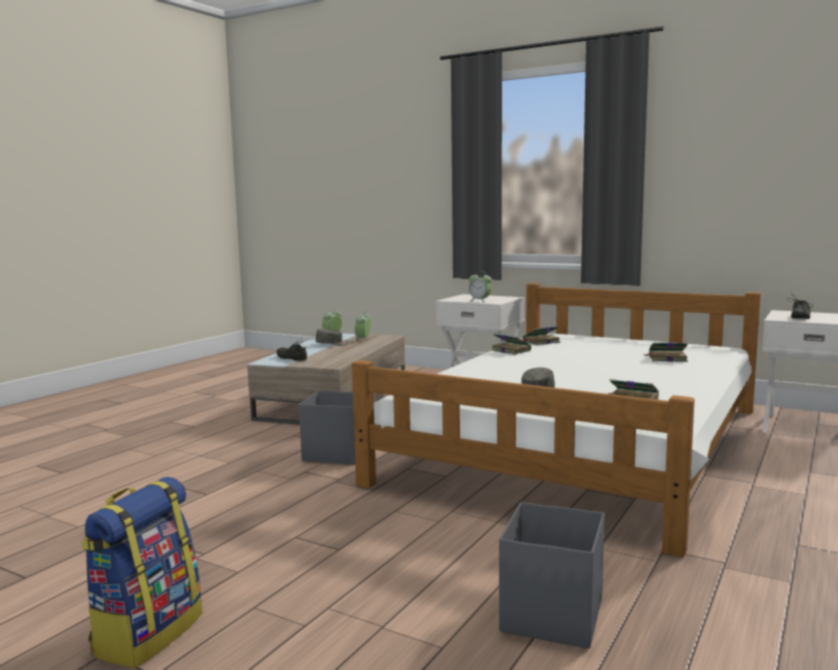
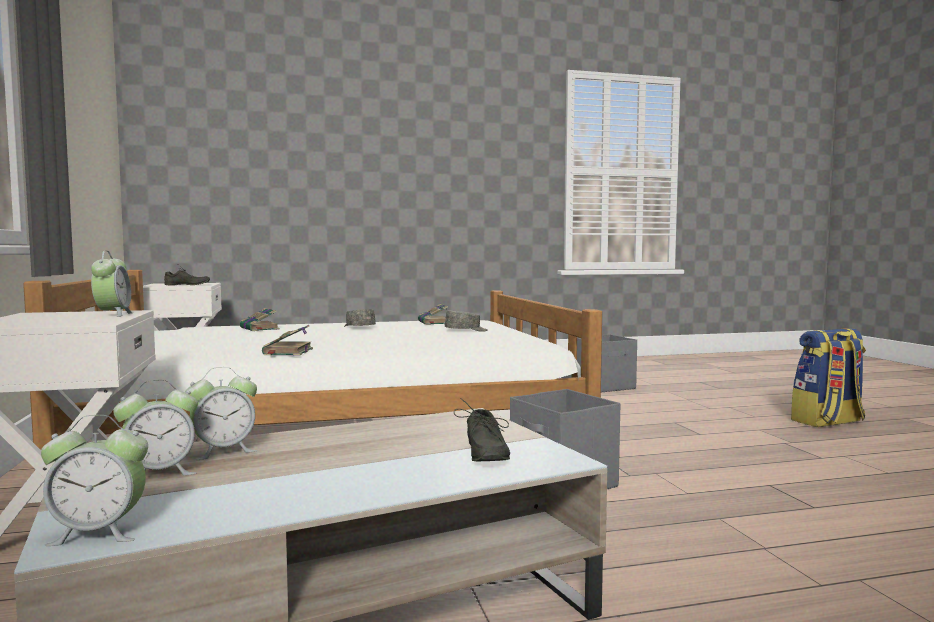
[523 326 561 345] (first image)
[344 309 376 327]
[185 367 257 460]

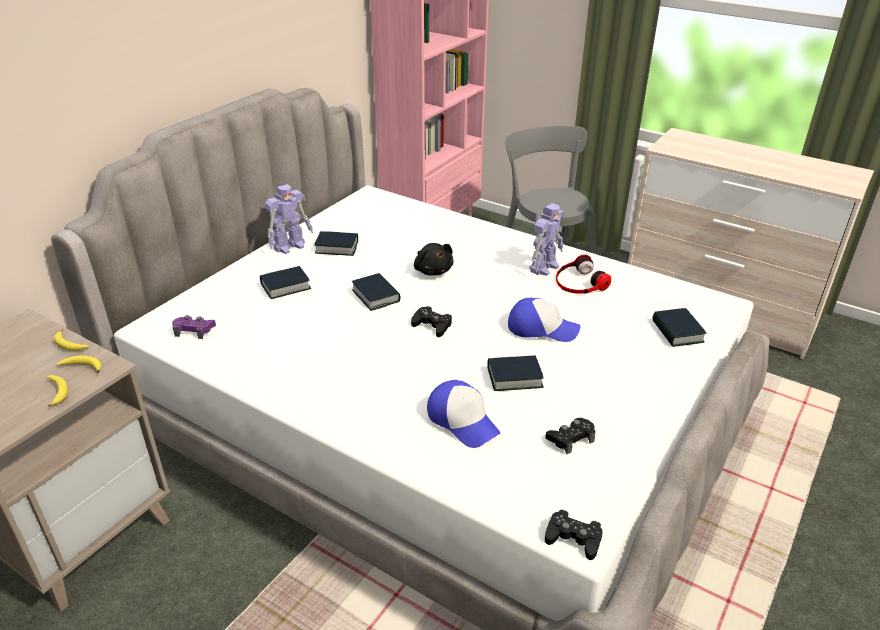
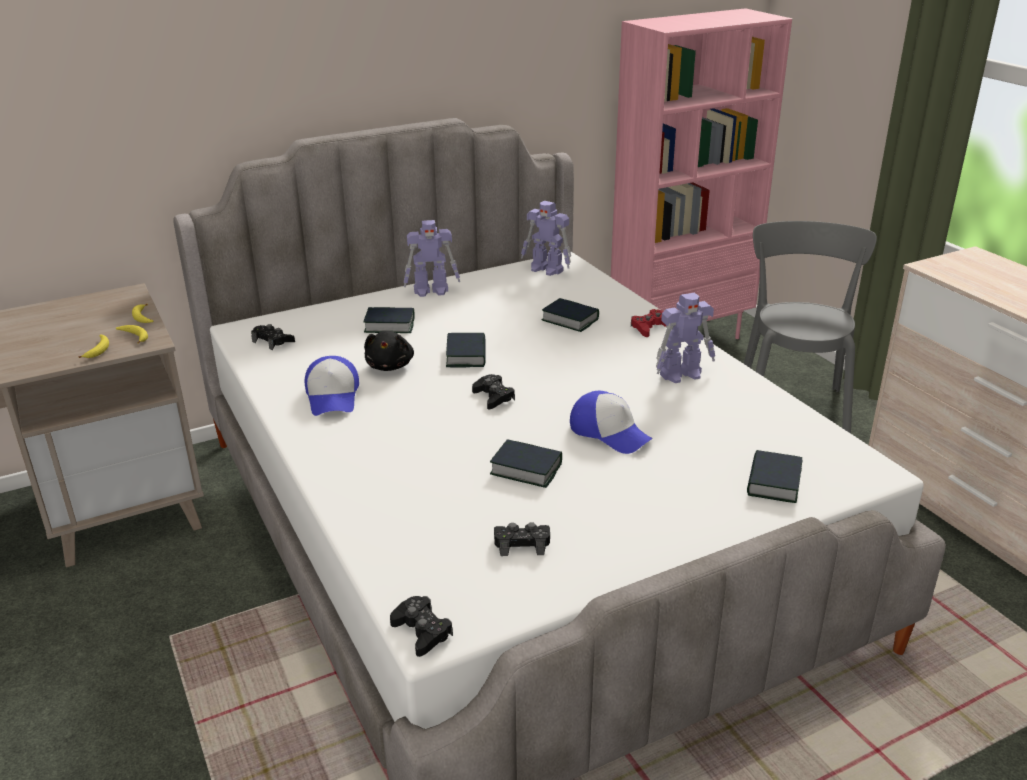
[542 298 599 332]
[364 331 414 371]
[556 254 611 294] (first image)
[251 324 295 350]
[305 356 359 416]
[521 201 571 276]
[631 309 666 337]

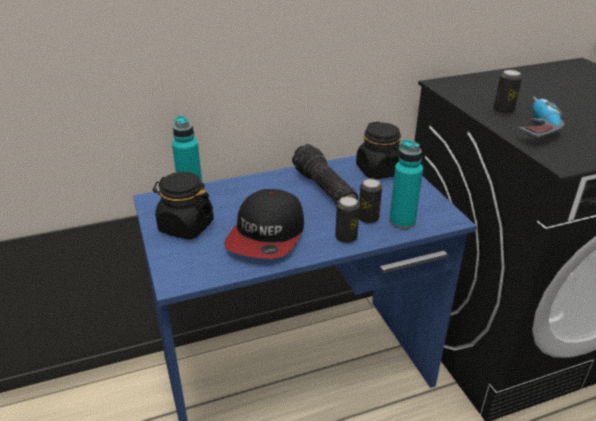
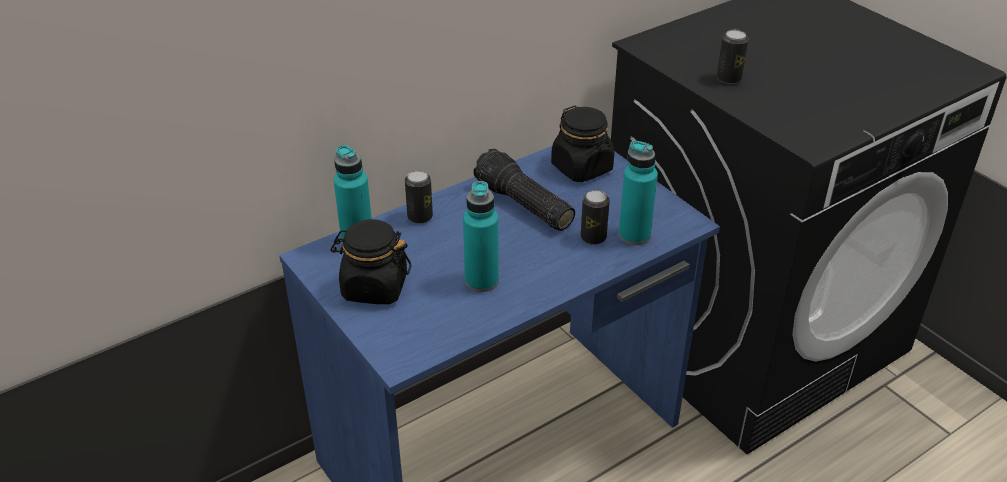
[518 96 564 138] (first image)
[463 181 499 292]
[405 170 433 224]

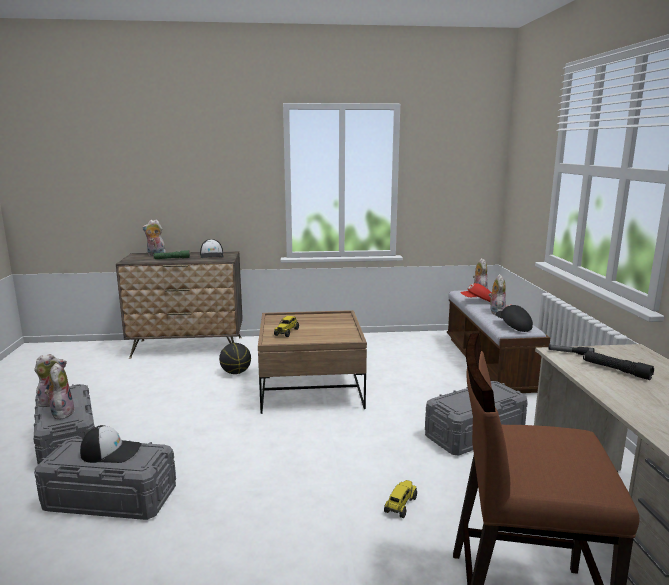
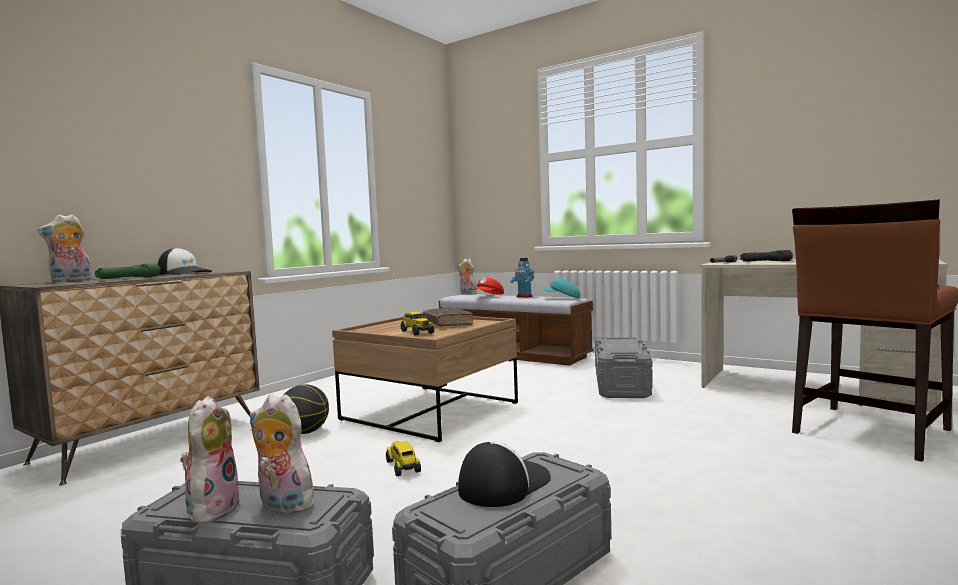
[510 258 534 298]
[542 278 580 298]
[386 441 421 476]
[422 307 473 327]

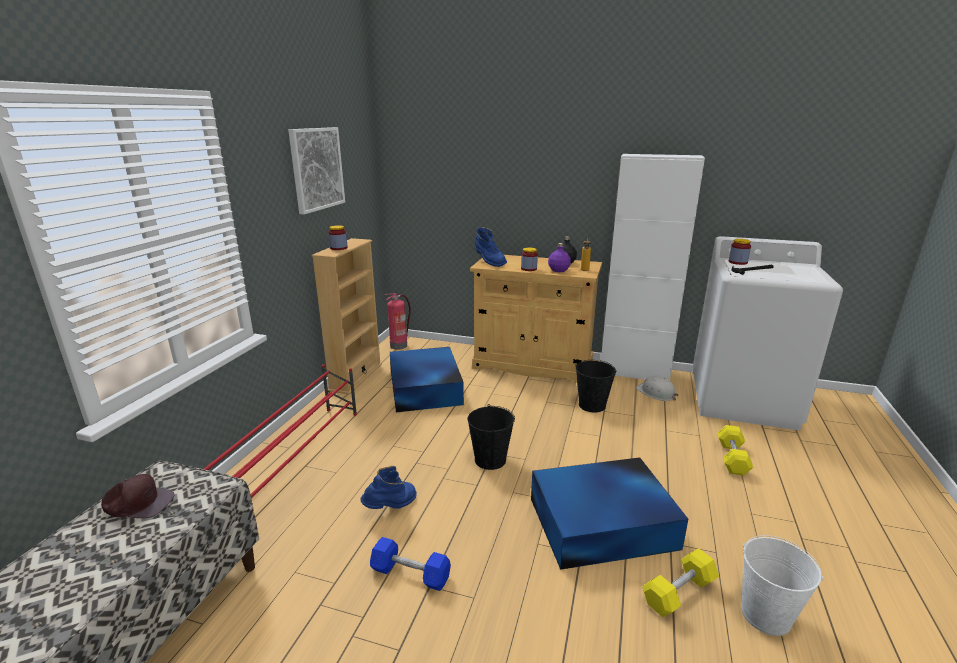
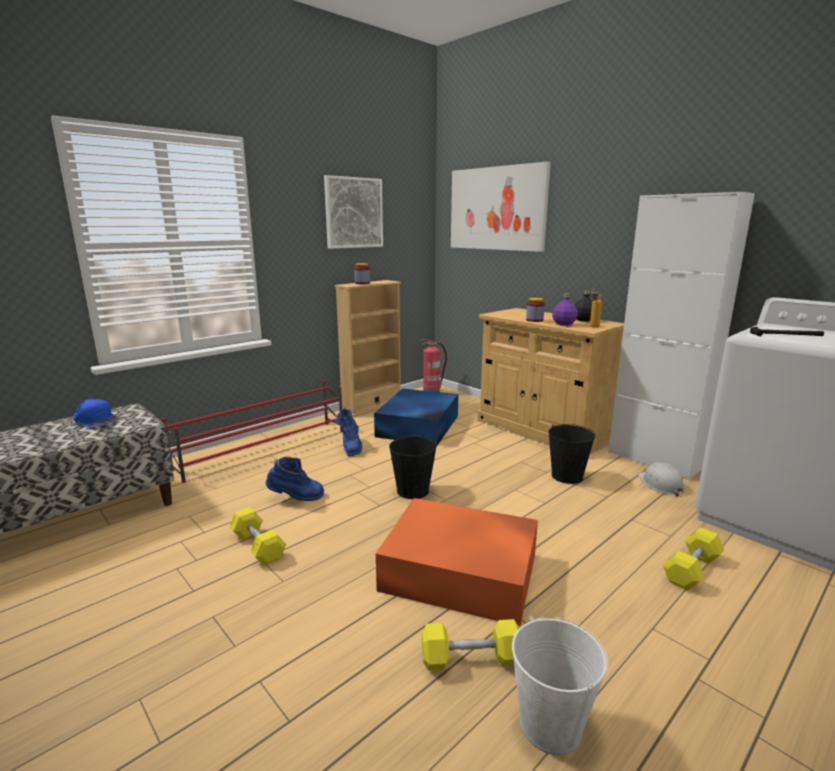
[335 408 362 456]
[729 239 751 265] (first image)
[376 498 538 626]
[73 399 119 428]
[229 507 286 566]
[451 161 551 252]

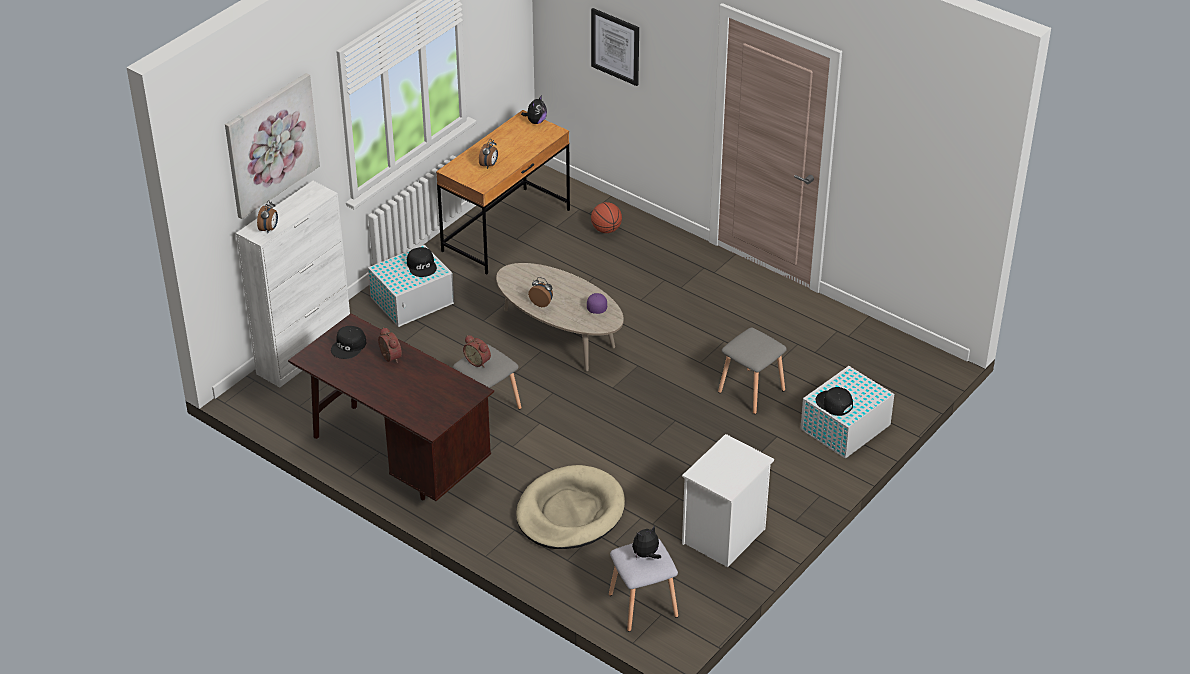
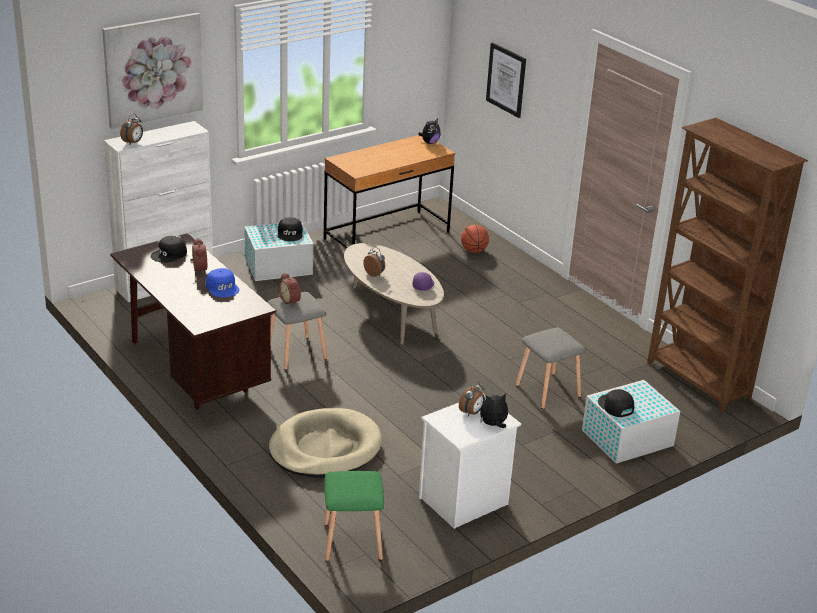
[459 381 485 416]
[480 393 508 428]
[324 471 384 562]
[647 118 808 413]
[206 268 239 297]

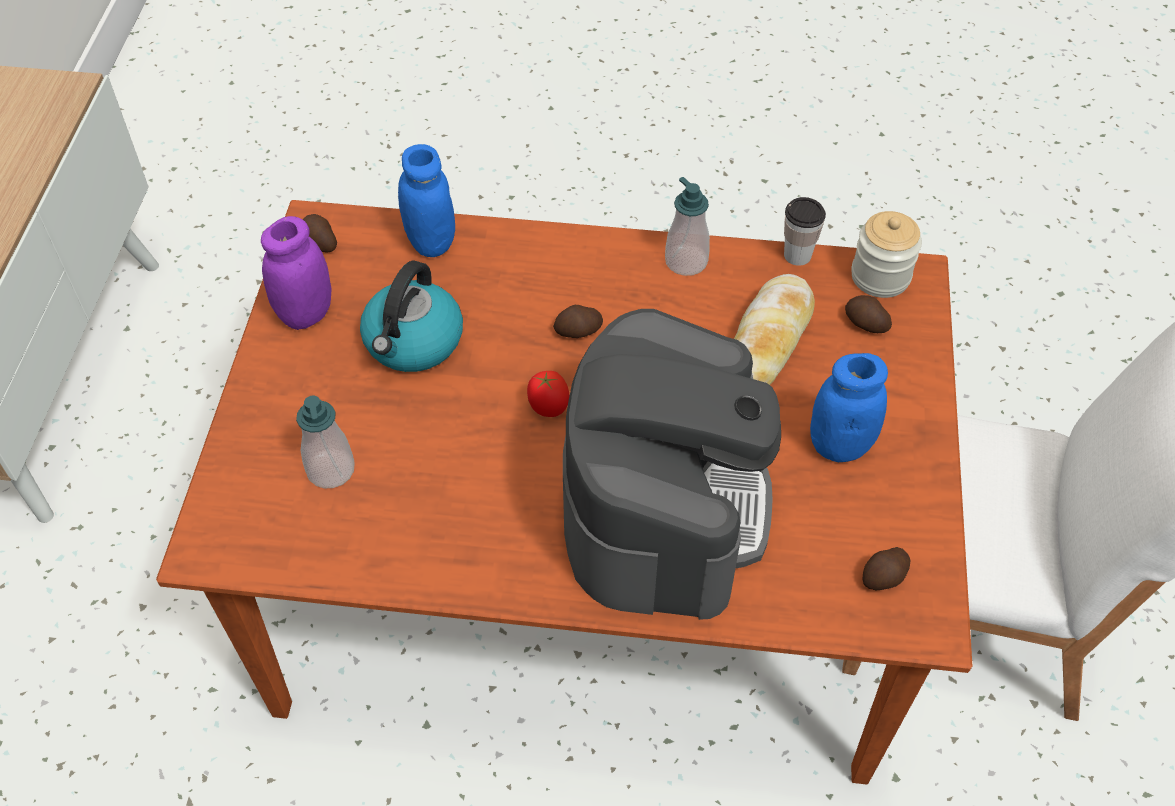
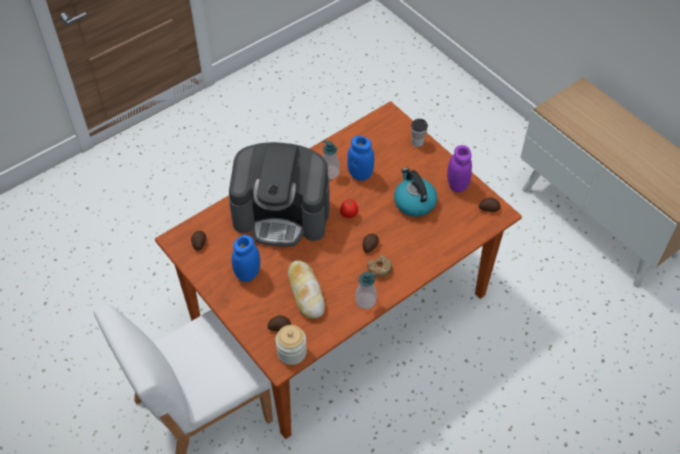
[347 136 374 181]
[411 119 428 147]
[229 142 330 247]
[323 140 340 179]
[367 255 393 278]

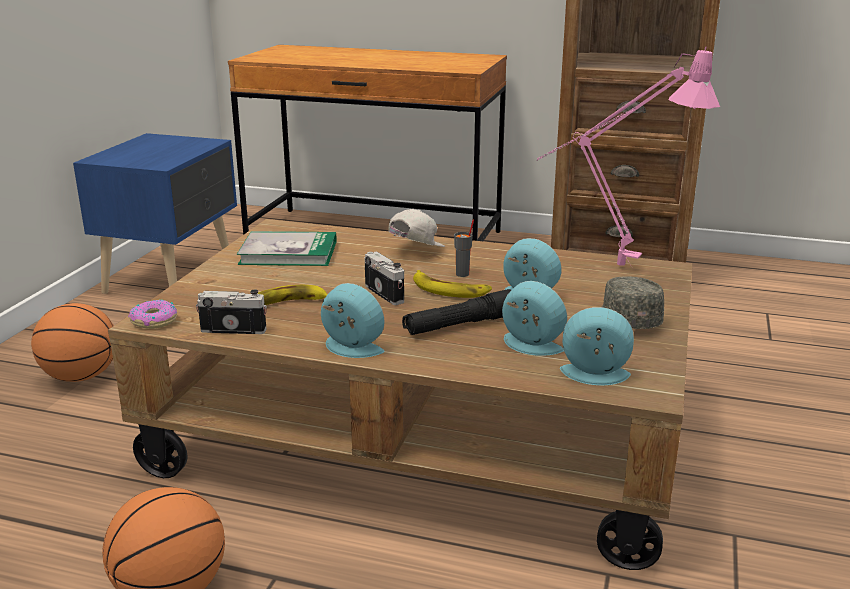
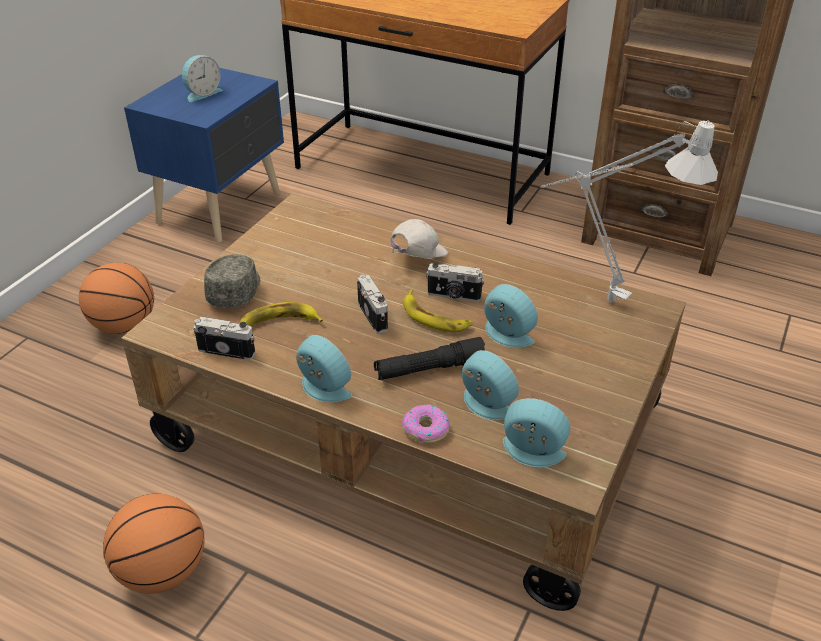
[541 120 718 302]
[426 262 485 302]
[237 231 336 266] (first image)
[204 254 260 308]
[402 404 450 443]
[182 55 223 102]

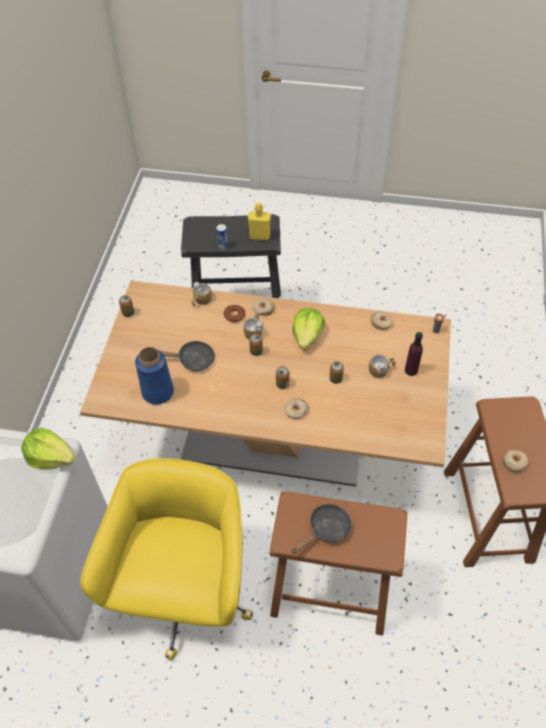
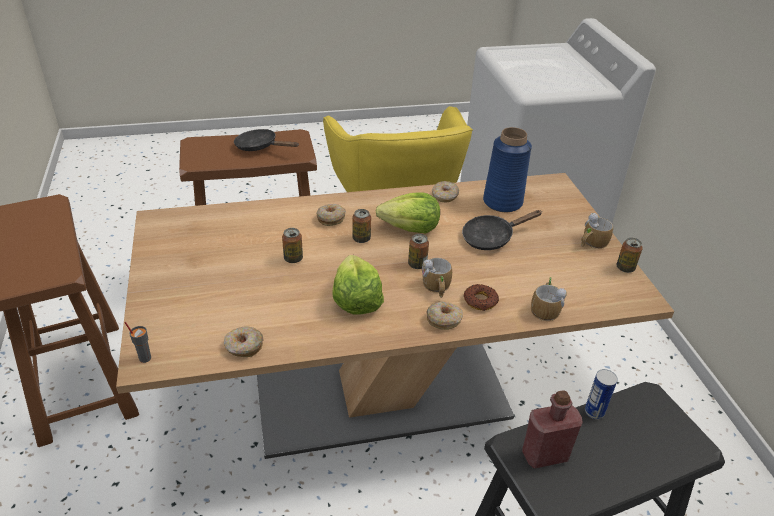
[522 390 583 469]
[405 332 423 376] (first image)
[581 213 613 249]
[376 192 440 233]
[432 181 459 202]
[234 129 299 151]

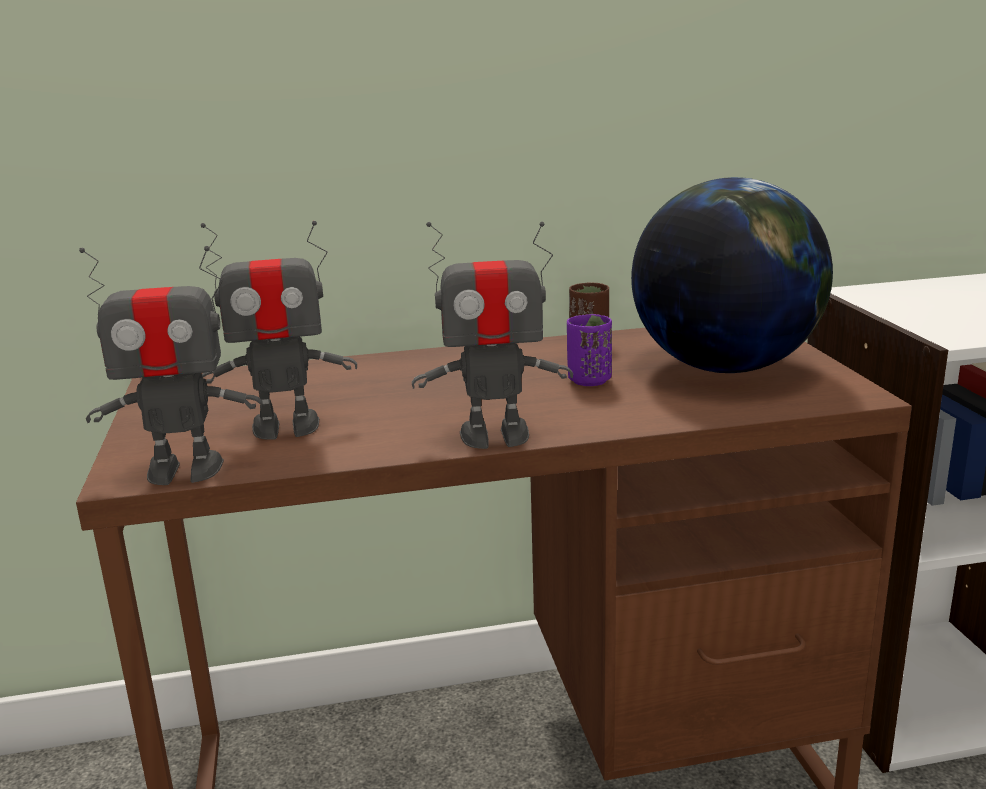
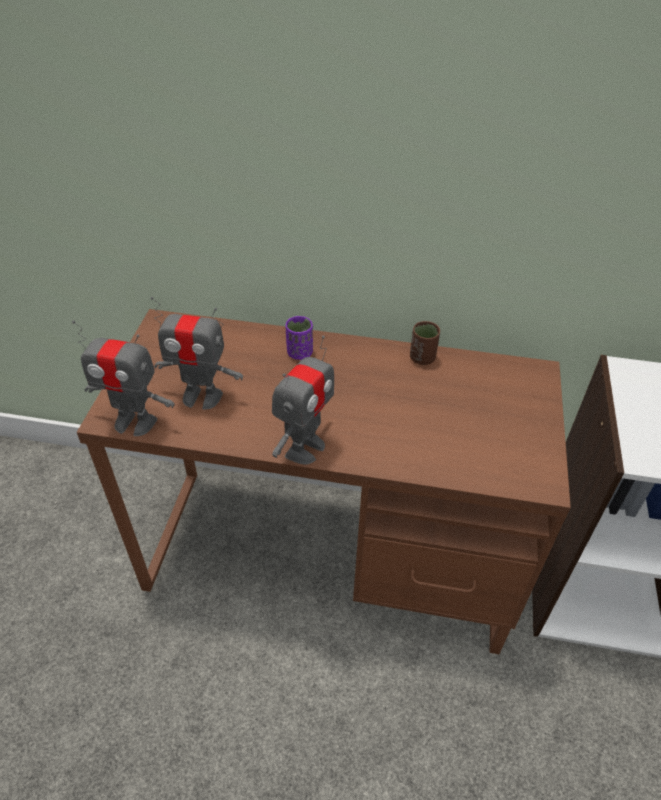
[631 177 833 373] (first image)
[272 335 334 465]
[285 316 313 360]

